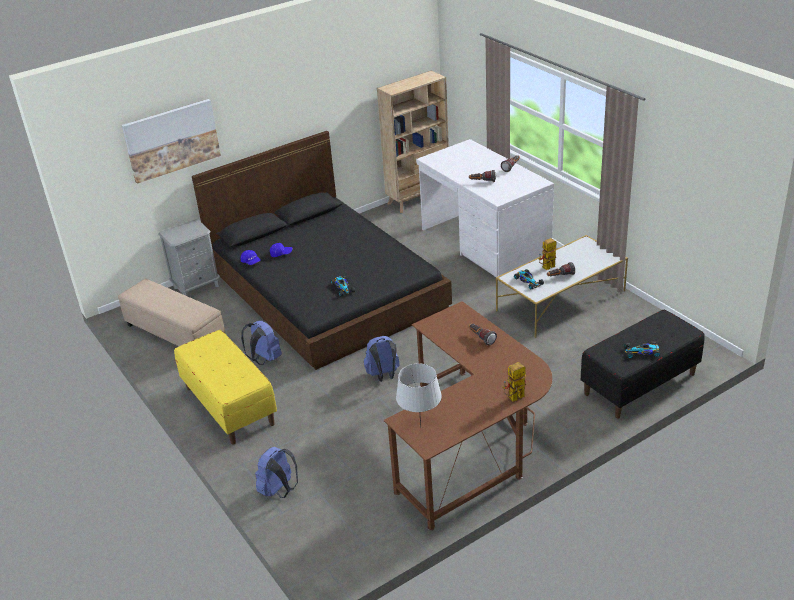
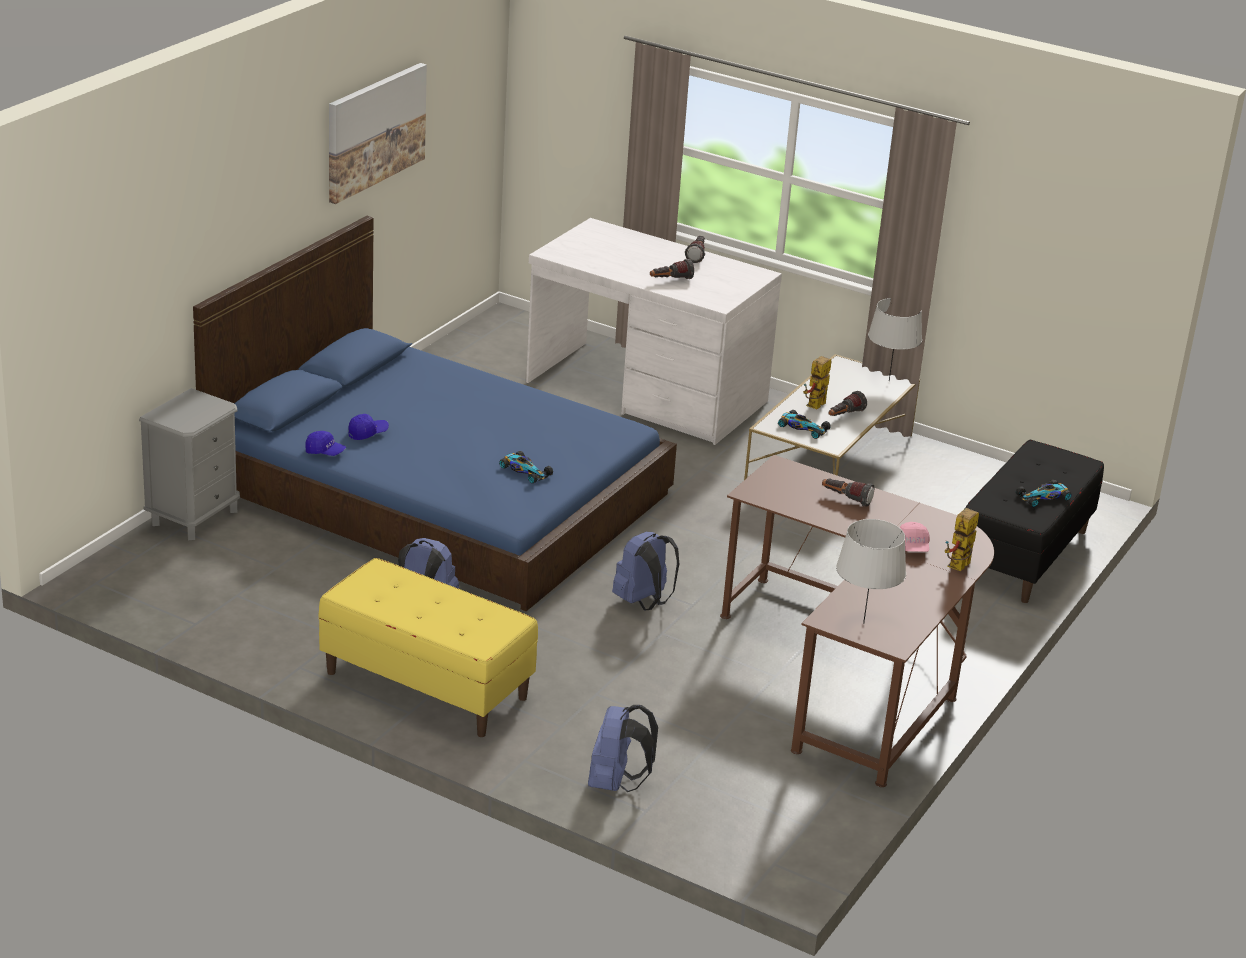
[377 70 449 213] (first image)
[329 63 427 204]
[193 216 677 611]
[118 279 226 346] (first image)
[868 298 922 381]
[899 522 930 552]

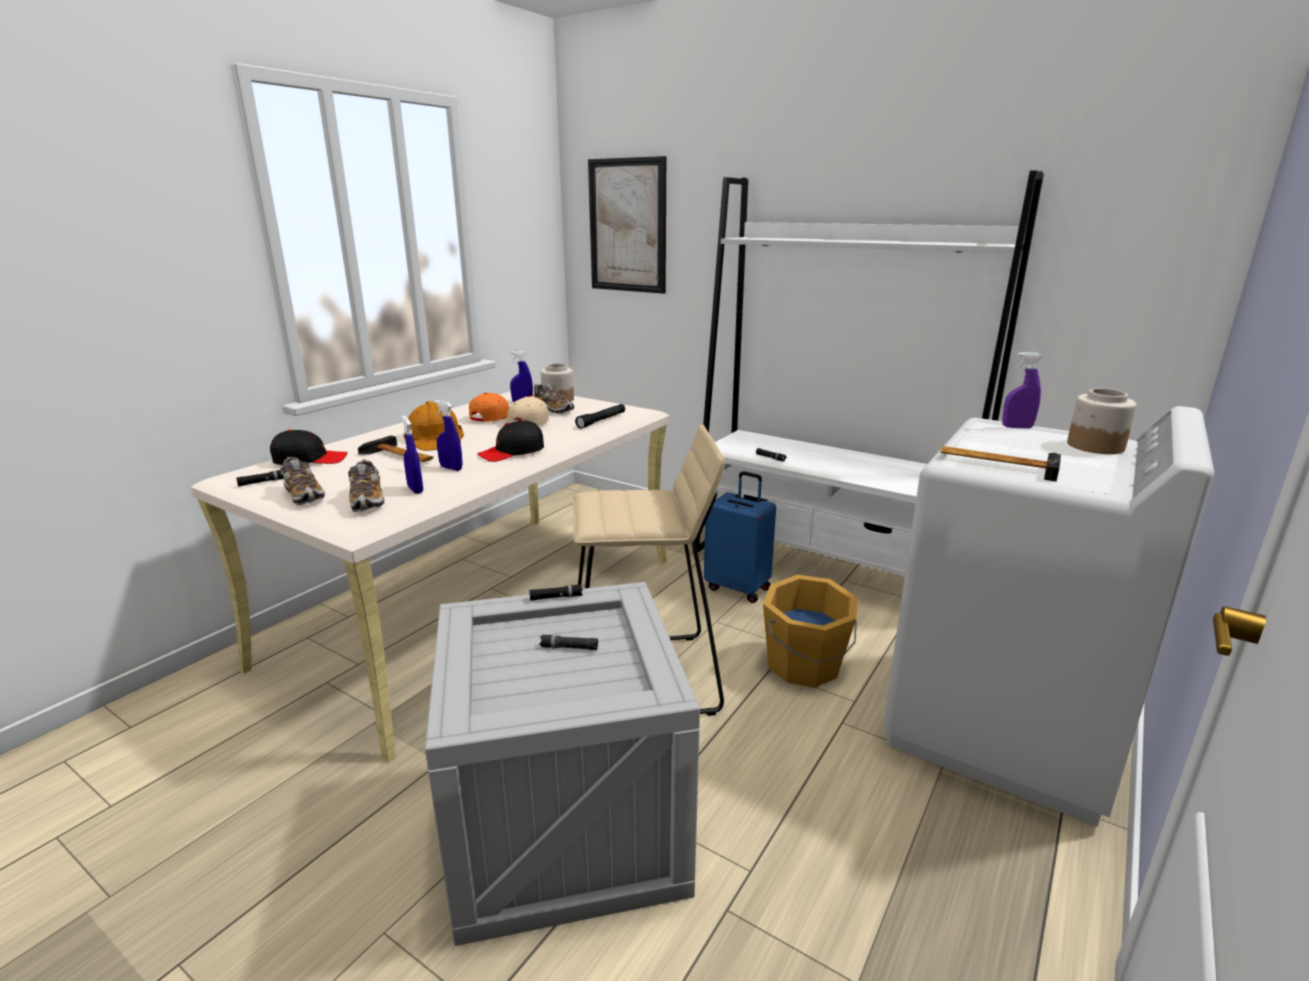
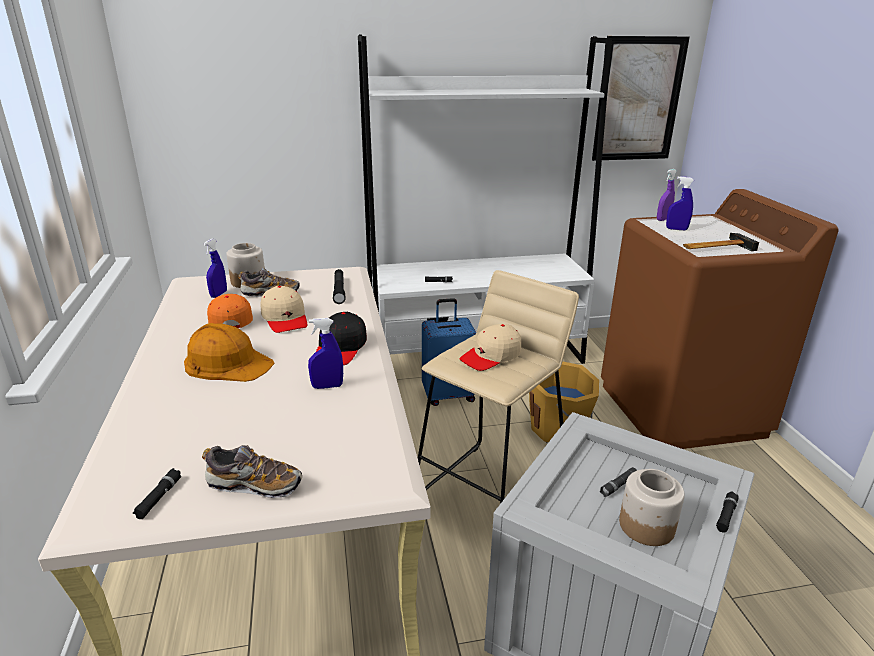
[592 36 690 161]
[619 469 685 546]
[601 189 839 449]
[666 176 694 230]
[270 430 347 465] (first image)
[358 435 434 462] (first image)
[348 460 385 512] (first image)
[716 491 739 533]
[459 324 521 371]

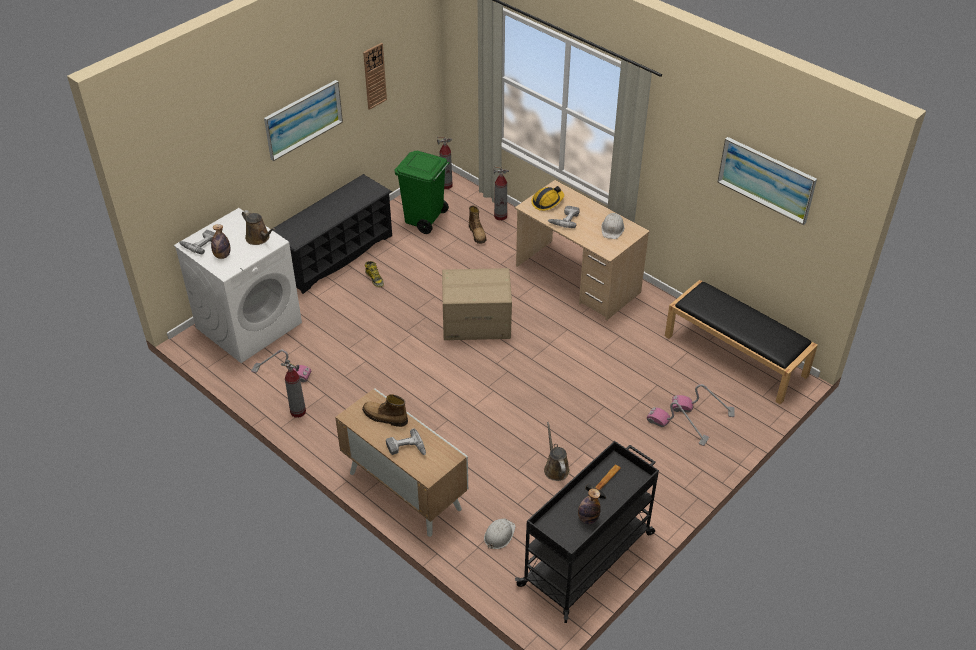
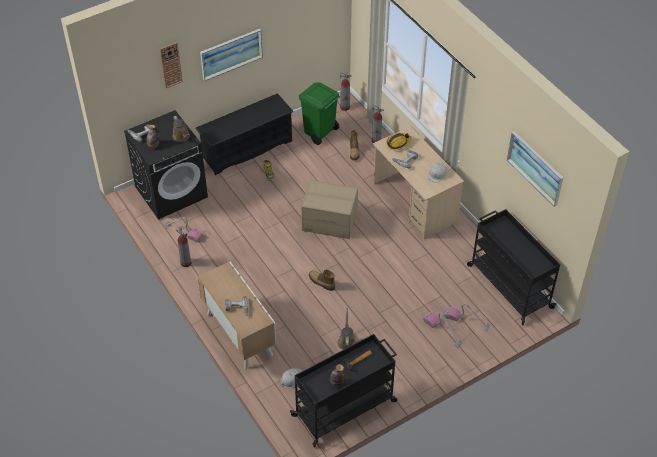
[160 42 183 88]
[124 110 208 219]
[467 209 560 325]
[309 270 335 291]

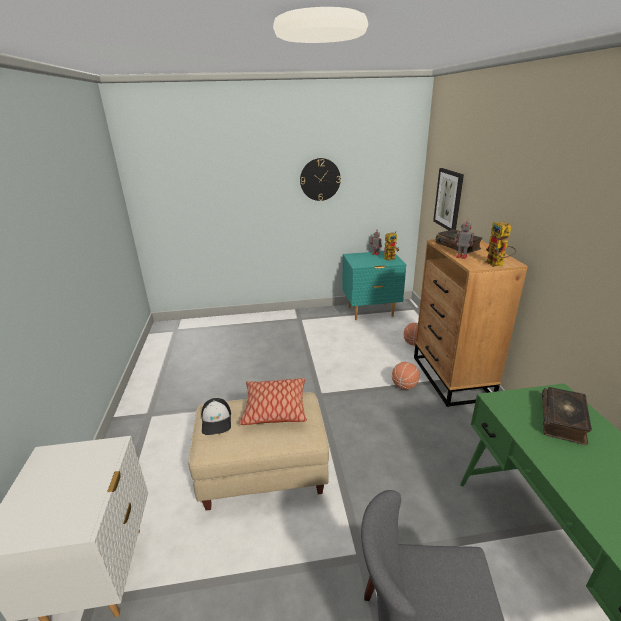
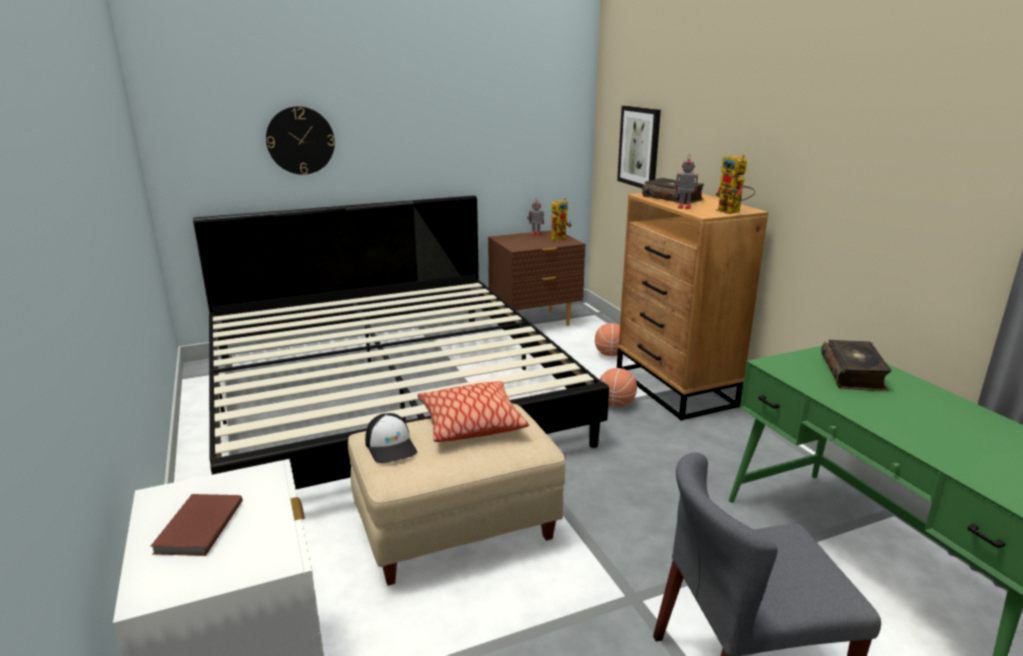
[266 106 335 175]
[488 230 586 326]
[193 195 609 489]
[150 494 243 556]

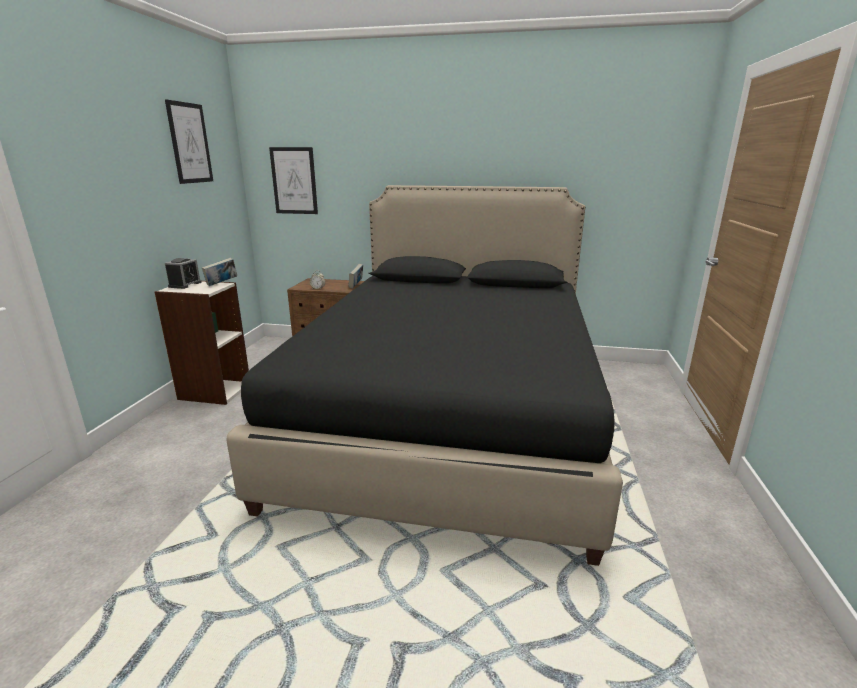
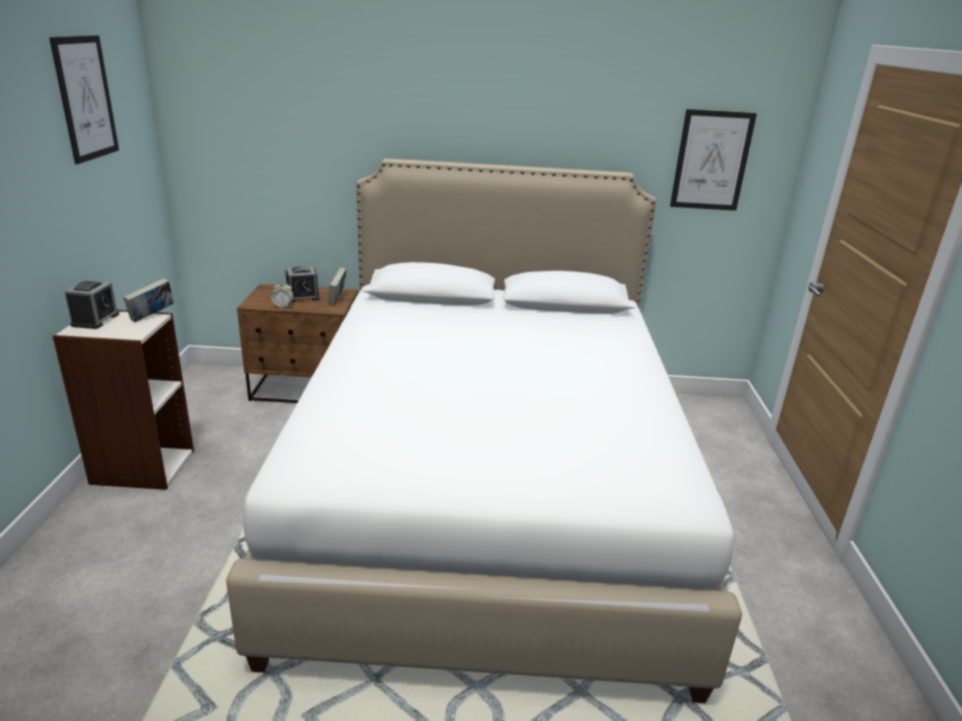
[670 109 757 211]
[226 158 742 703]
[285 266 320 302]

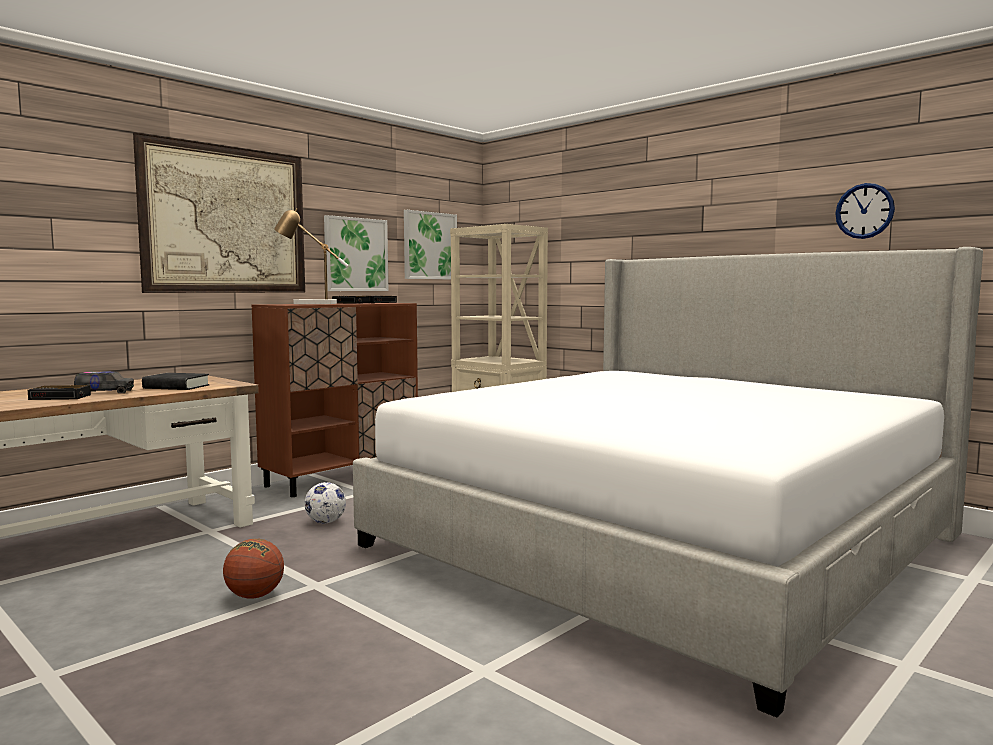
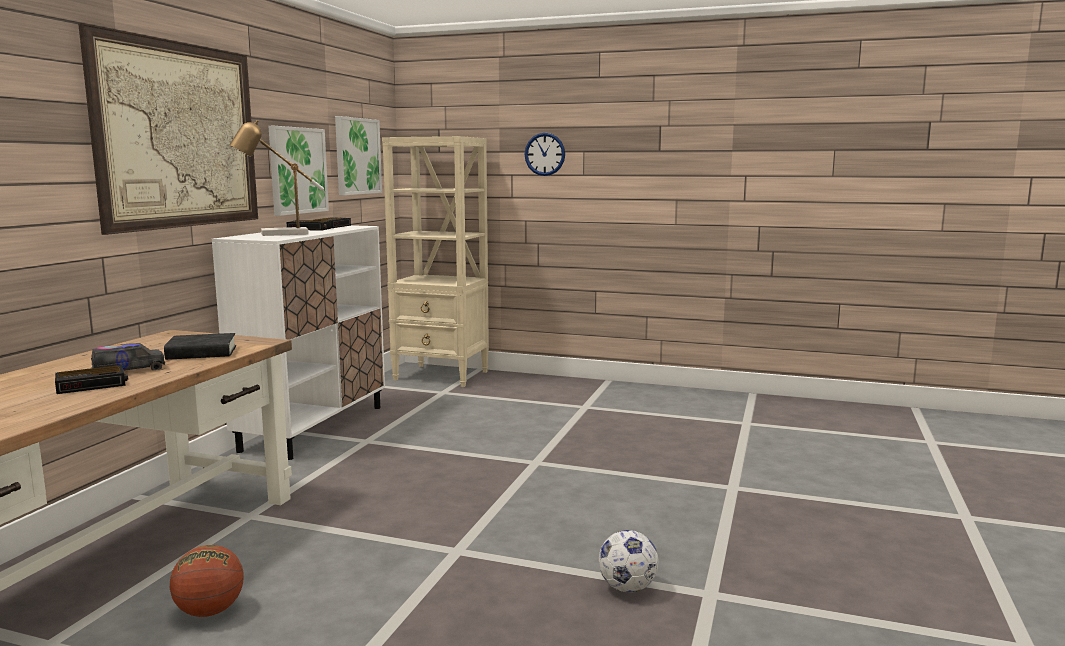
[524 133 565 176]
[353 247 983 718] (first image)
[212 225 385 460]
[599 530 659 593]
[170 545 244 617]

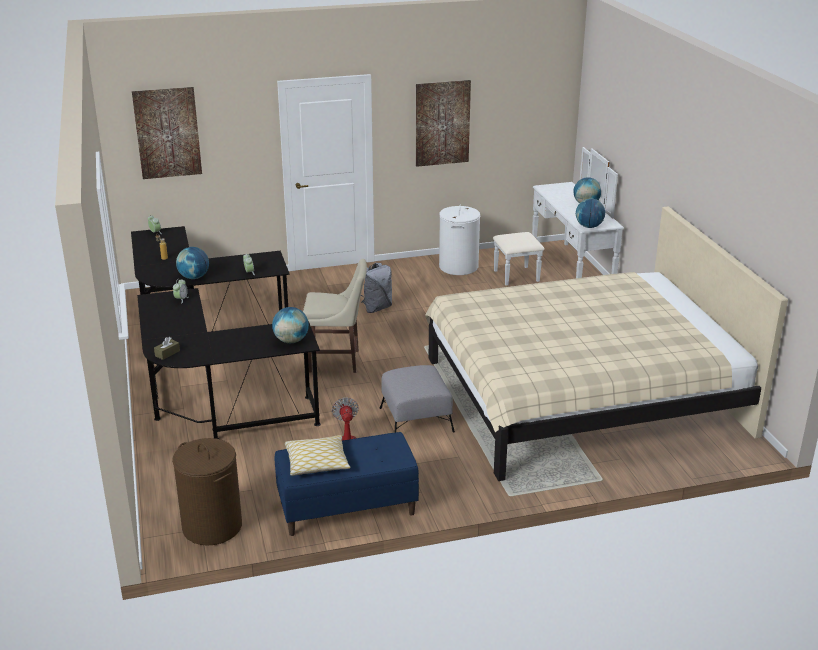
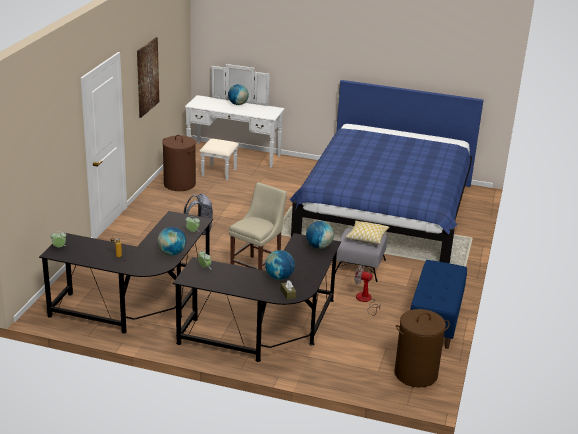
[132 87 202 179] (first image)
[265 250 295 280]
[162 135 196 191]
[289 80 484 263]
[346 221 389 244]

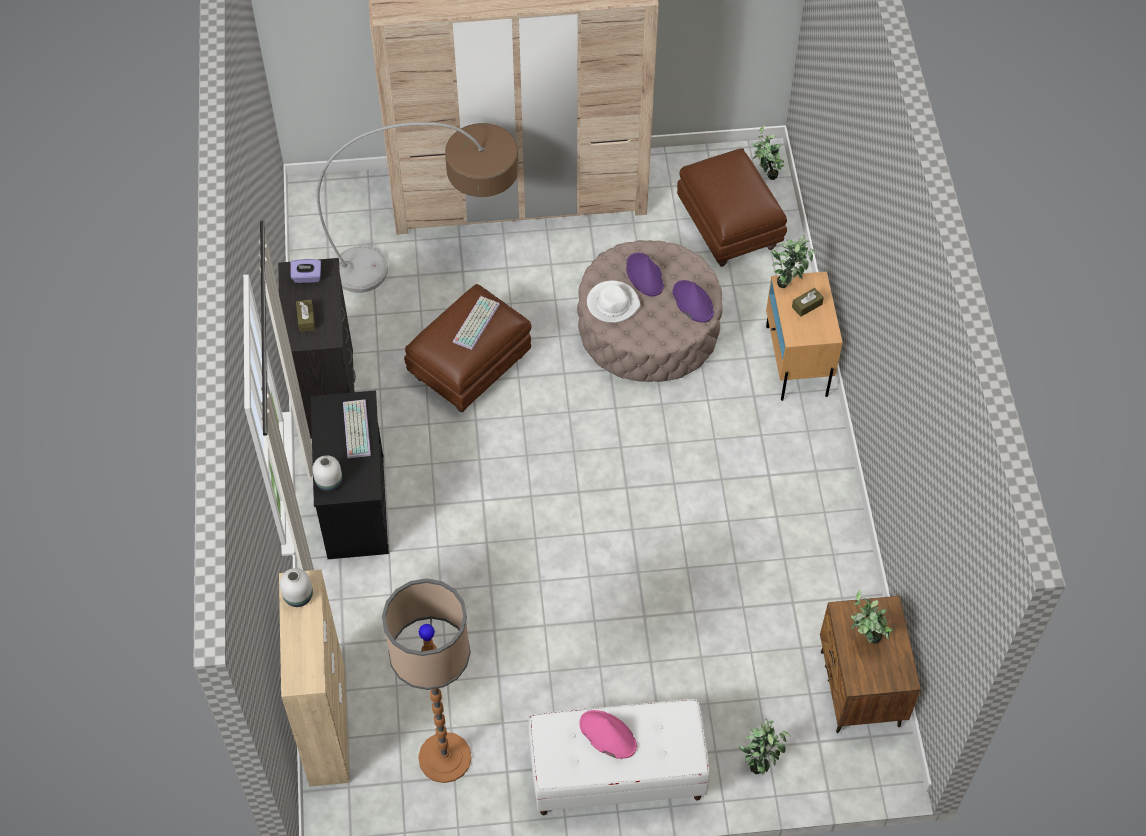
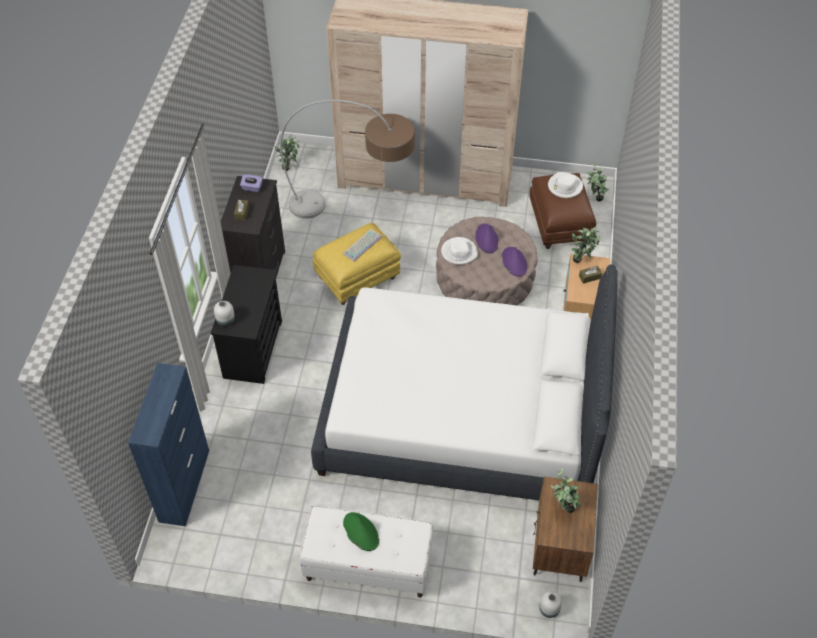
[312 223 401 305]
[343 400 371 459] (first image)
[539 591 562 618]
[128 363 209 526]
[382 578 472 783] (first image)
[343 512 379 551]
[274 135 300 171]
[548 172 583 198]
[311 264 618 500]

